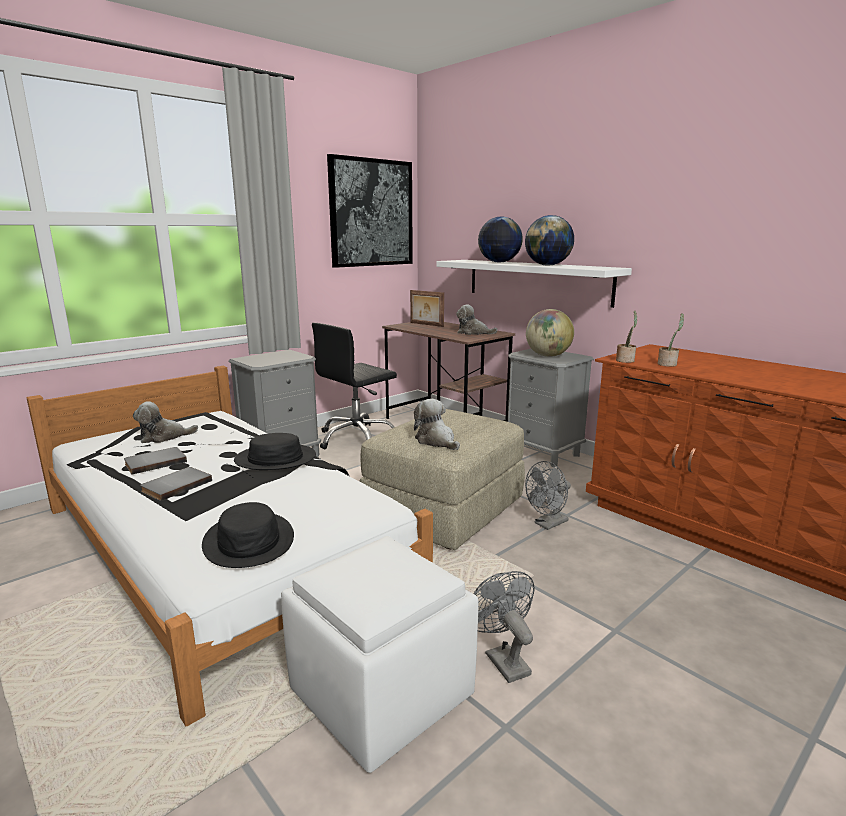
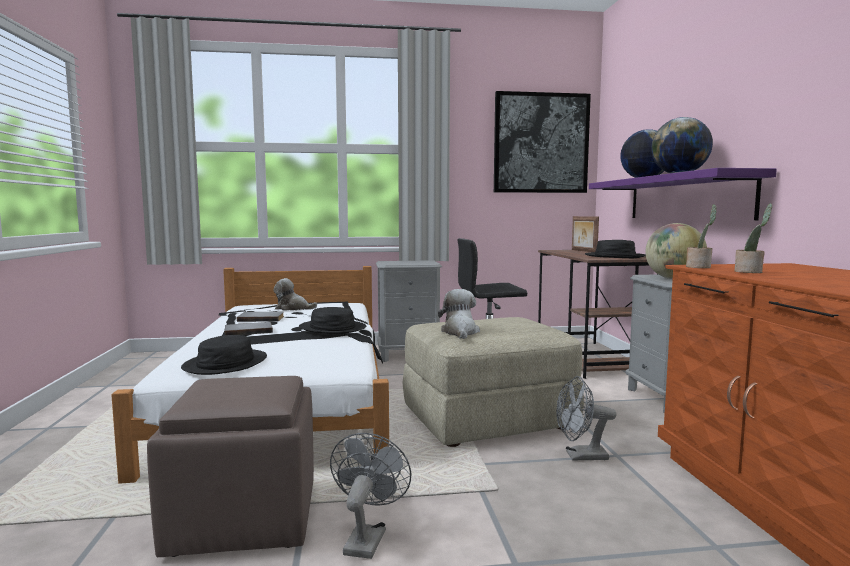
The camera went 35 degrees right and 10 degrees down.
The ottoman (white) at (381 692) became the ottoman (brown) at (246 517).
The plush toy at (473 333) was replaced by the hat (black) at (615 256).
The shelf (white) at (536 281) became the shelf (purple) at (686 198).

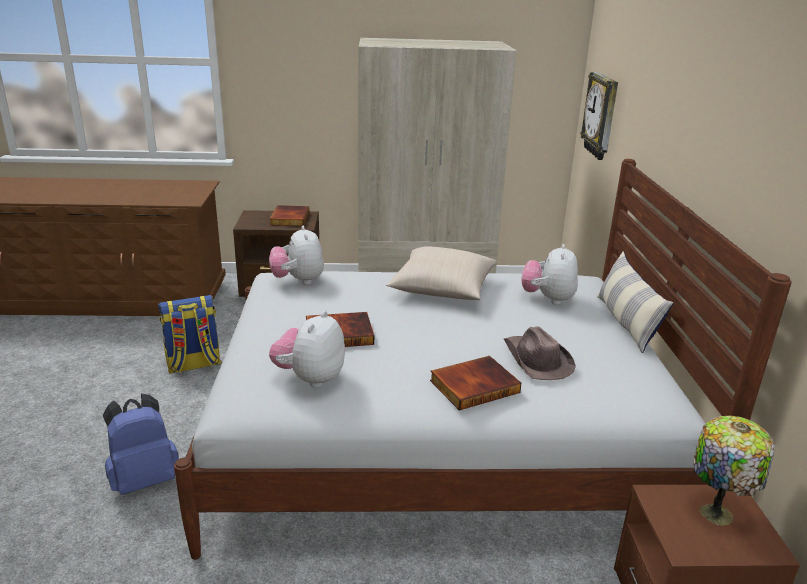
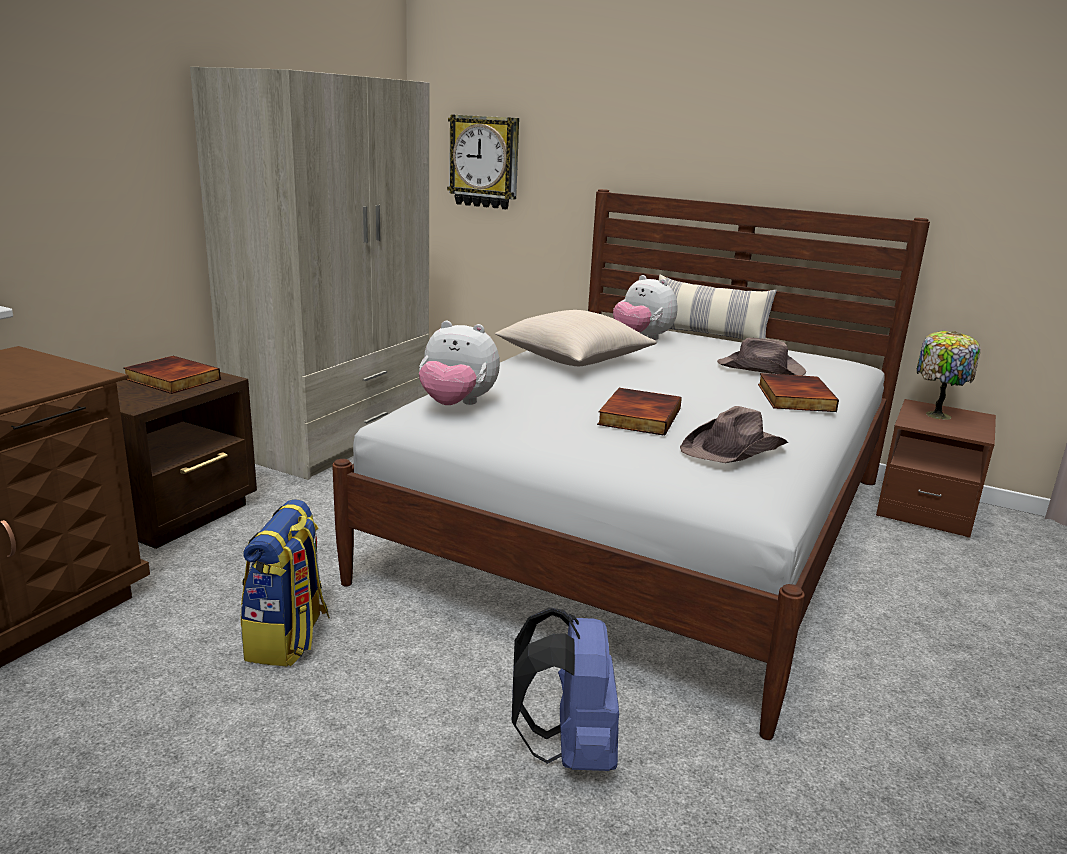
The camera went 60 degrees left and 5 degrees down.
The plush toy at (310 378) was replaced by the hat (brown) at (734 449).

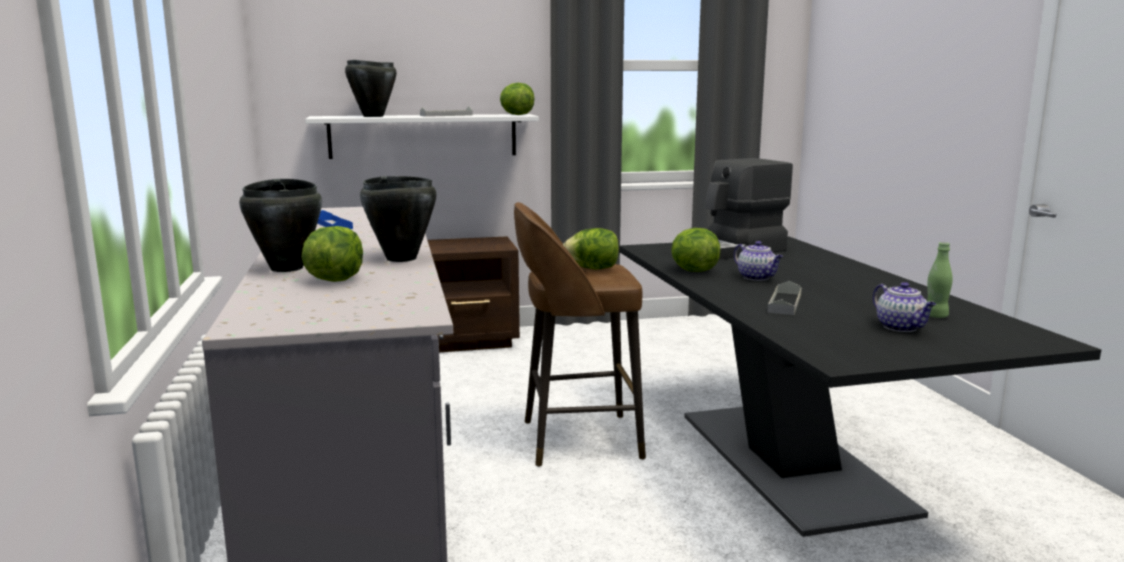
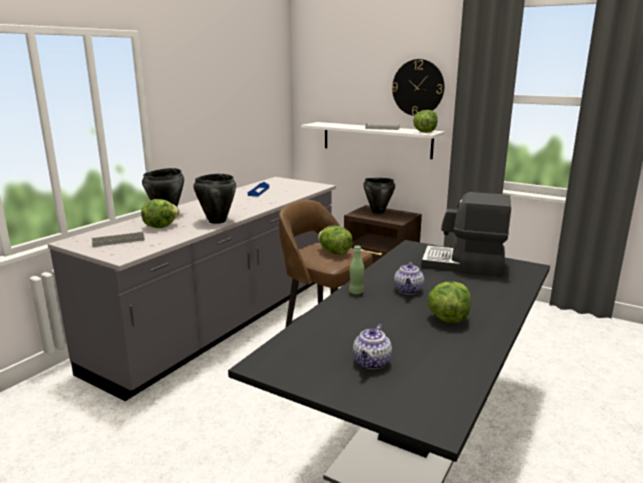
The camera went 45 degrees right and 5 degrees up.
The tray (grey) moved from (784 303) to (118 241).
The bottle (green) moved from (935 316) to (356 292).
The cooking pot (black) moved from (372 116) to (377 212).
The wall clock at (418 87) appeared.
The lettuce moved from (693 271) to (448 318).

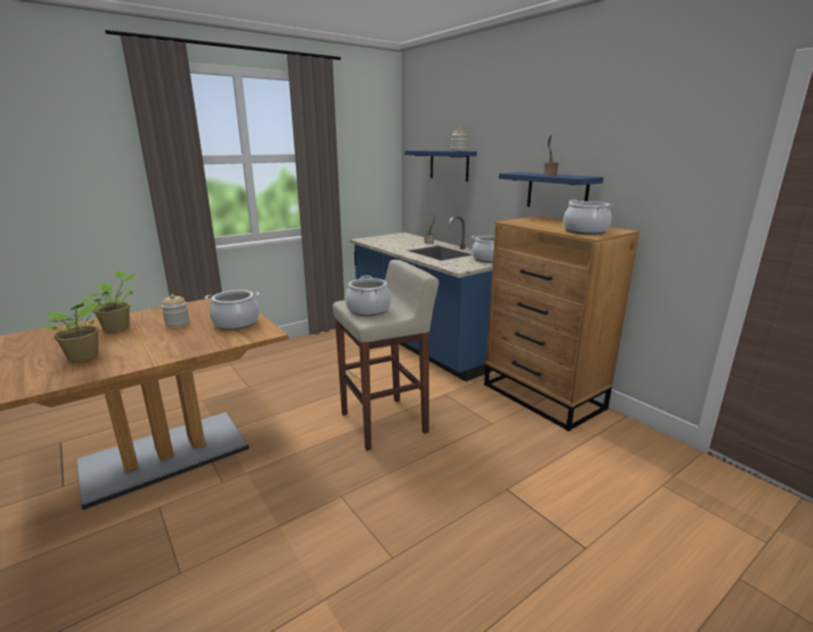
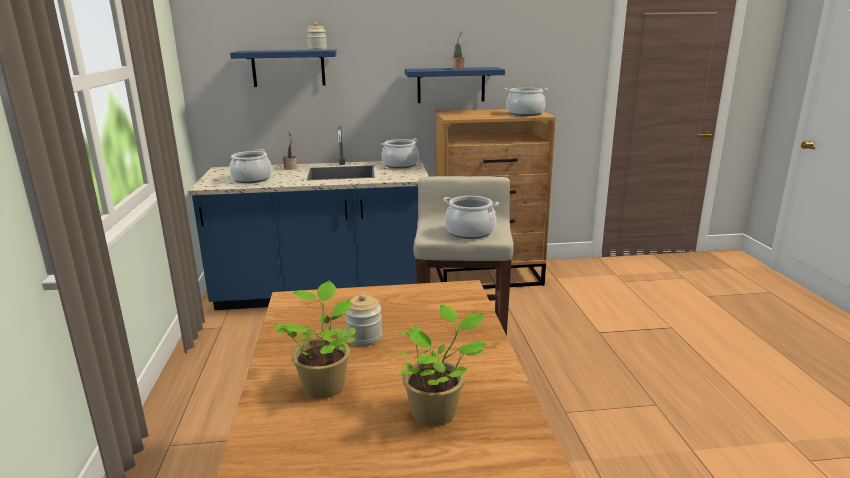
The camera went 60 degrees left and 0 degrees up.
The cooking pot moved from (236 323) to (252 179).

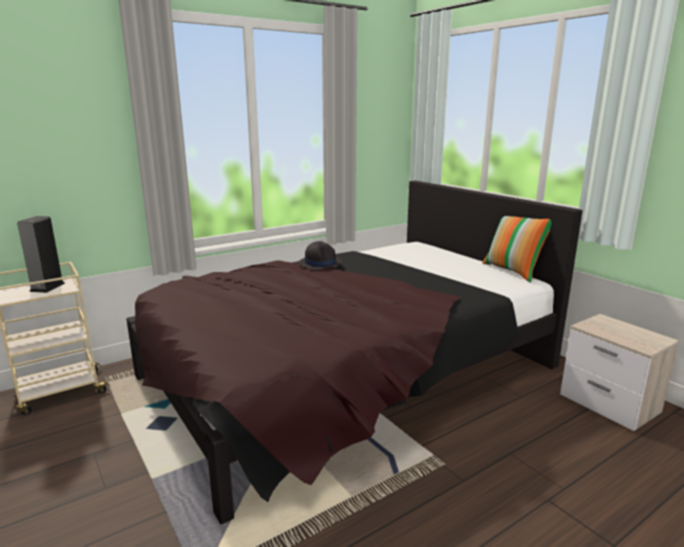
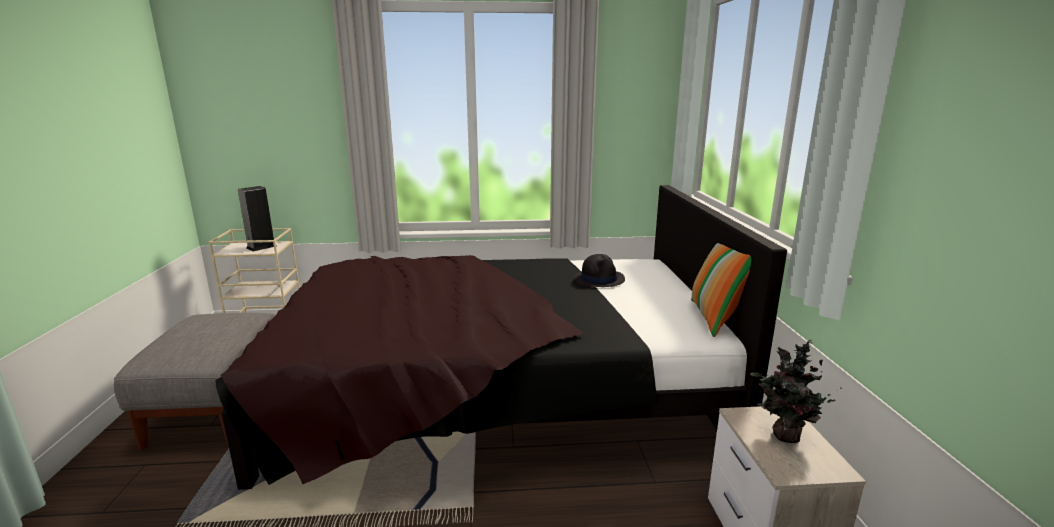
The camera went 30 degrees right and 0 degrees up.
The ottoman (grey) at (219 409) appeared.
The hat (black) moved from (320 263) to (599 279).
The potted plant at (783 436) appeared.

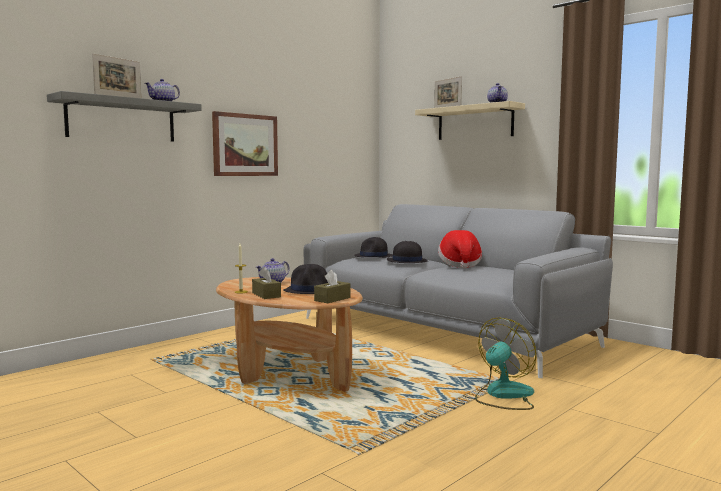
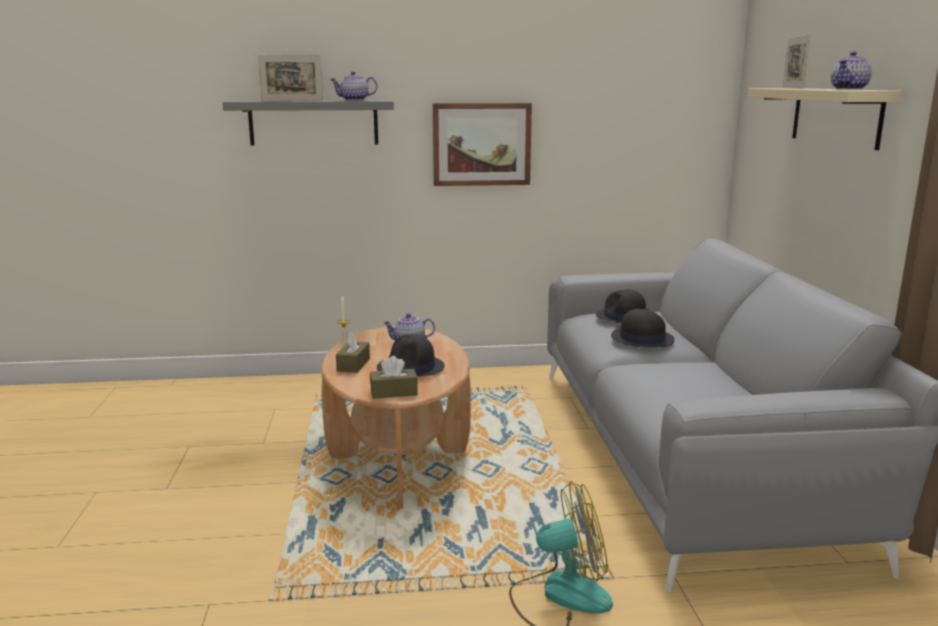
The camera went 40 degrees right and 10 degrees up.
The hat at (460 265) disappeared.

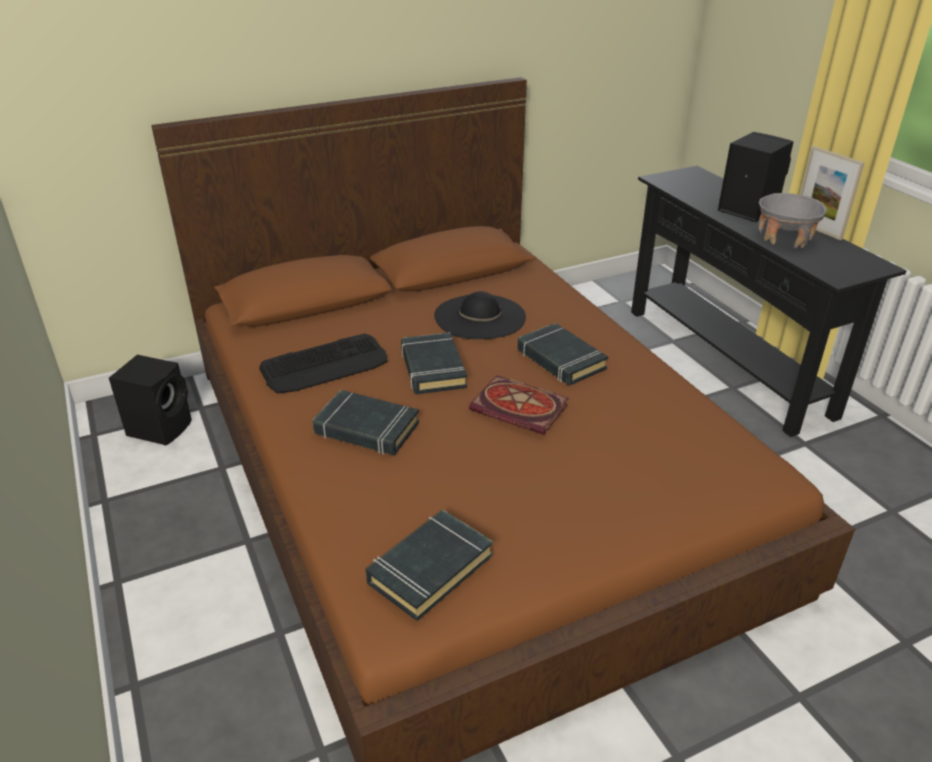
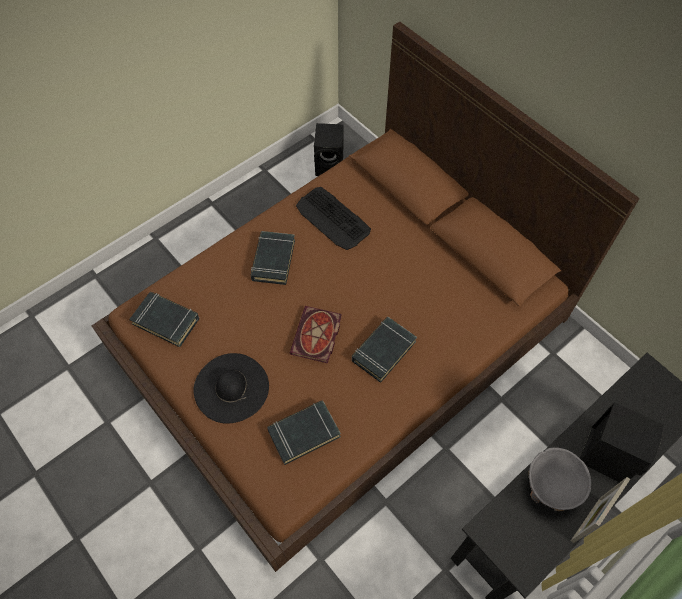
The camera went 75 degrees right and 25 degrees up.
The hat (black) moved from (479 317) to (231 387).
The book (black) moved from (432 369) to (303 433).

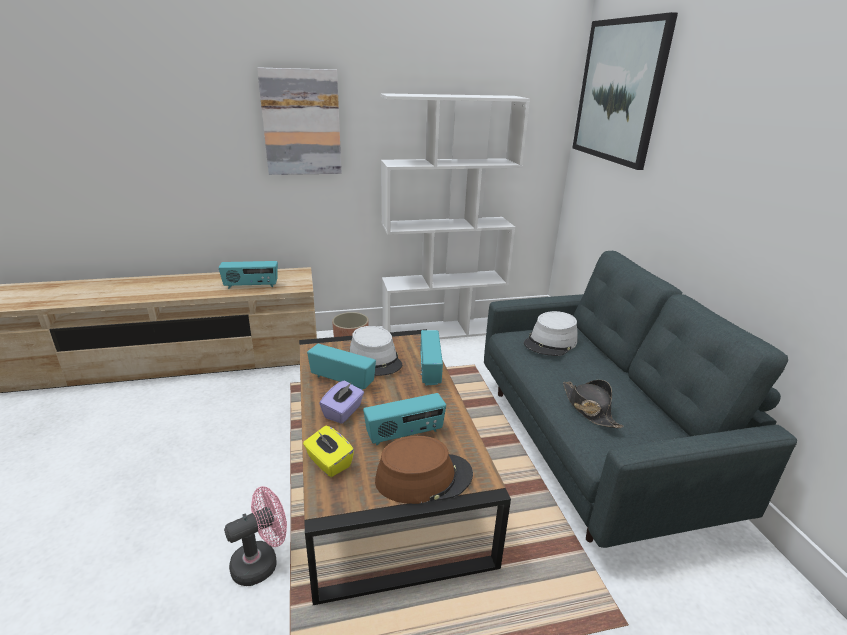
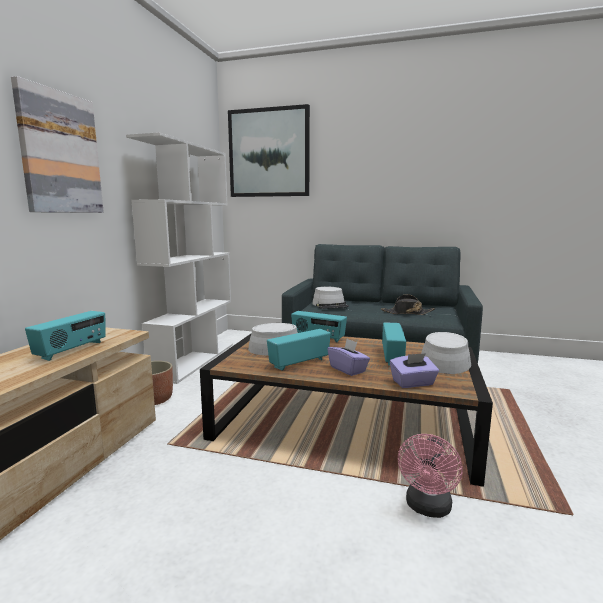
The camera went 60 degrees left and 15 degrees down.
The tissue box (yellow) at (329 462) became the tissue box (purple) at (413 383).
The fan (pink) at (261 562) turned 150 degrees counterclockwise.
The hat (brown) at (423 477) became the hat (grey) at (444 360).

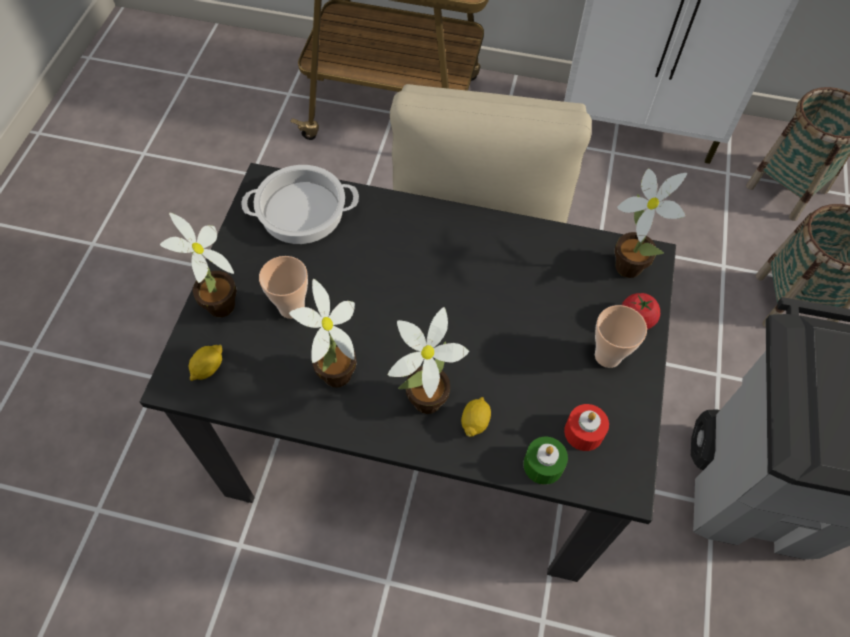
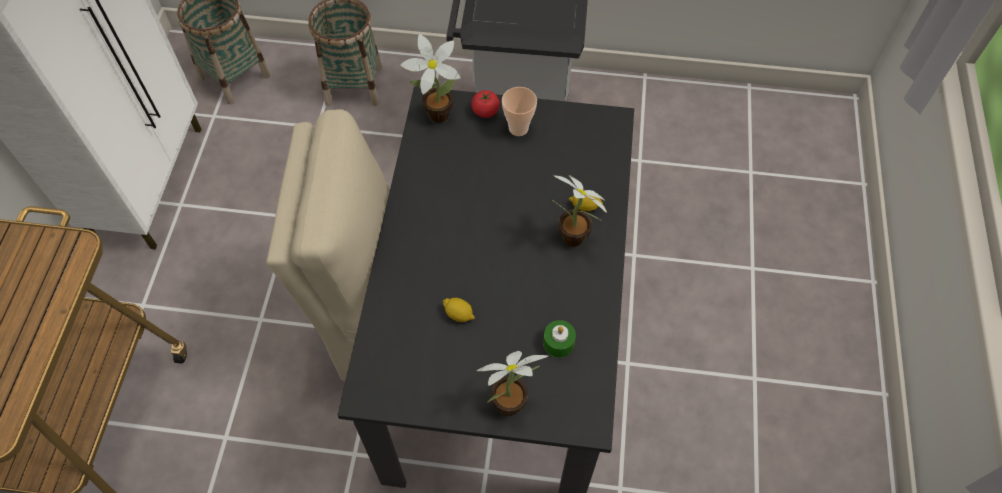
The camera went 95 degrees left and 0 degrees up.
The lemon moved from (208 368) to (459 314).
The candle (green) moved from (543 465) to (558 343).
The cooking pot at (301 212) disappeared.
The cup at (291 307) disappeared.
The potted plant at (334 379) disappeared.
The candle (red) at (583 432) disappeared.

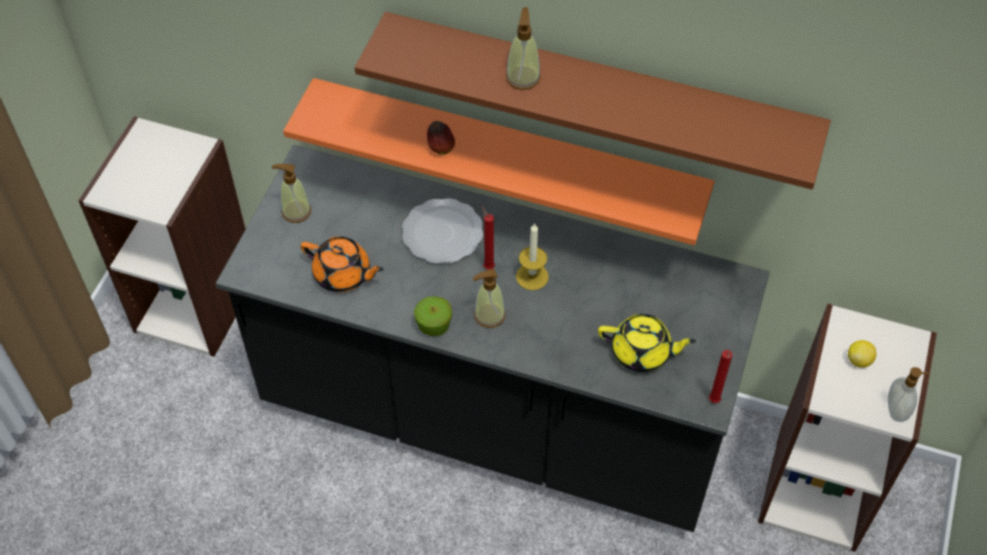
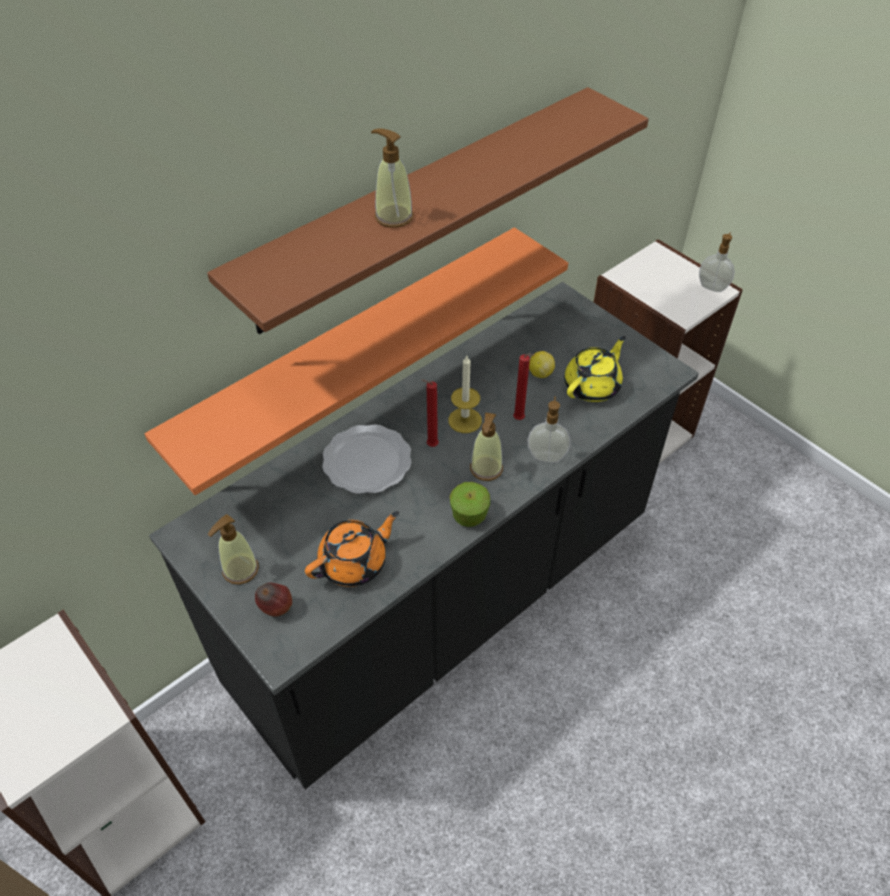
The camera went 60 degrees left and 5 degrees down.
The apple moved from (440 149) to (276 609).
The candle (red) moved from (714 402) to (520 420).
The soap dispenser at (547 456) appeared.
The lemon moved from (859 360) to (540 373).

